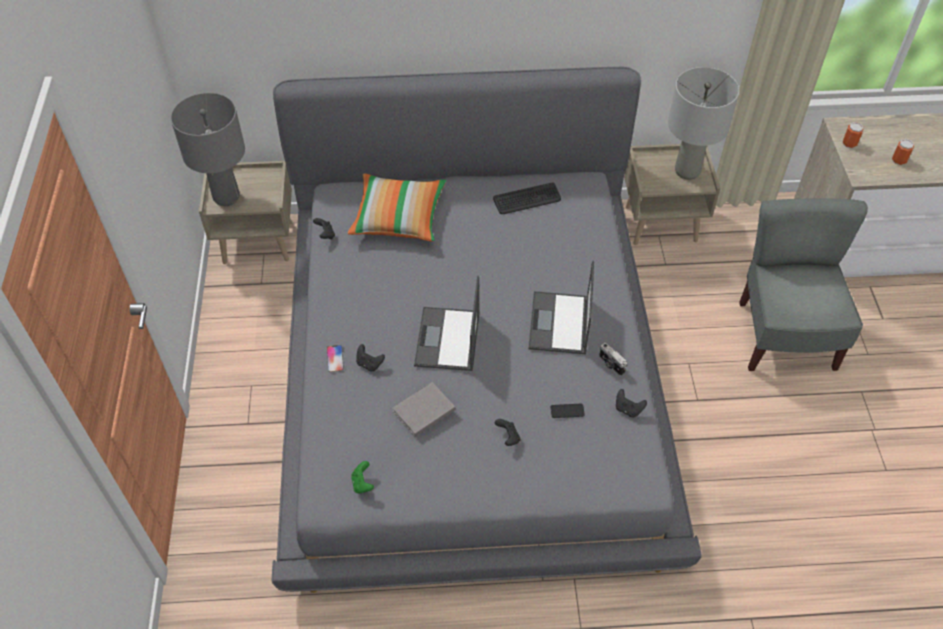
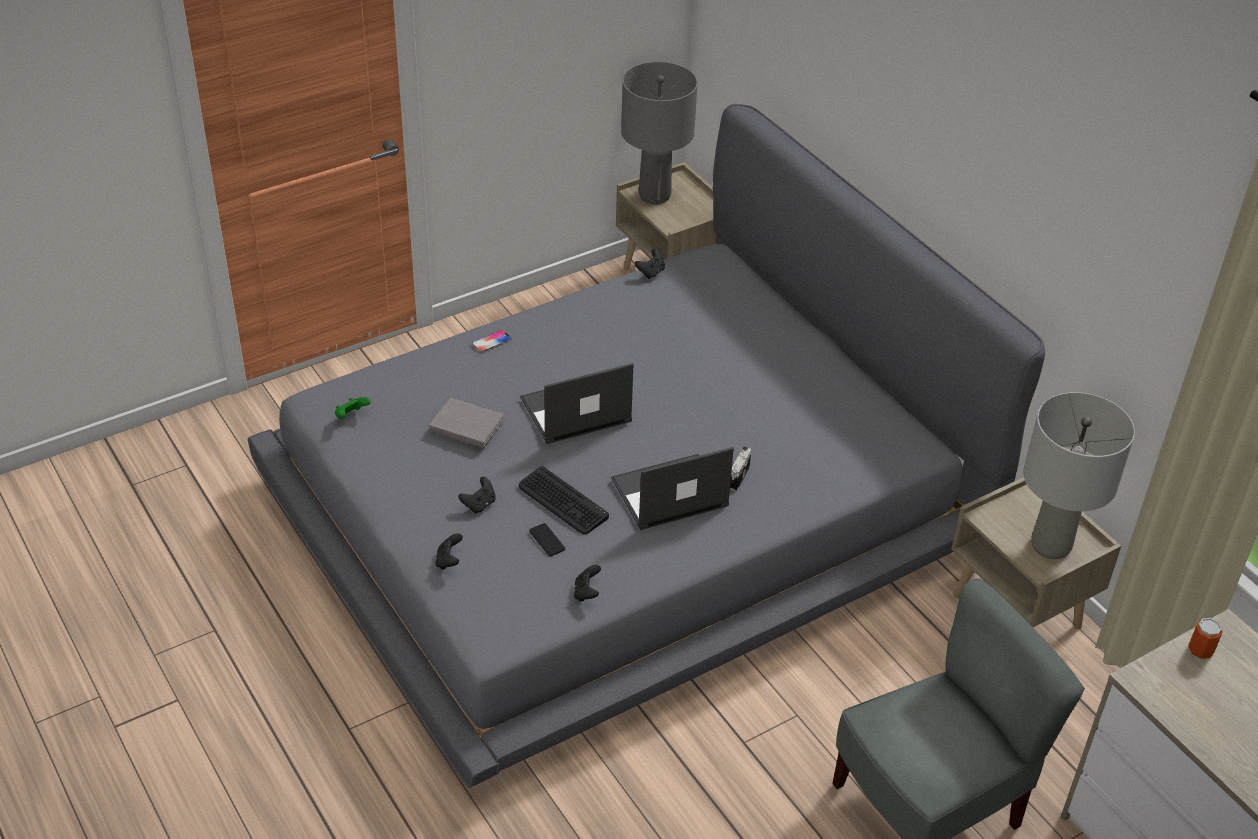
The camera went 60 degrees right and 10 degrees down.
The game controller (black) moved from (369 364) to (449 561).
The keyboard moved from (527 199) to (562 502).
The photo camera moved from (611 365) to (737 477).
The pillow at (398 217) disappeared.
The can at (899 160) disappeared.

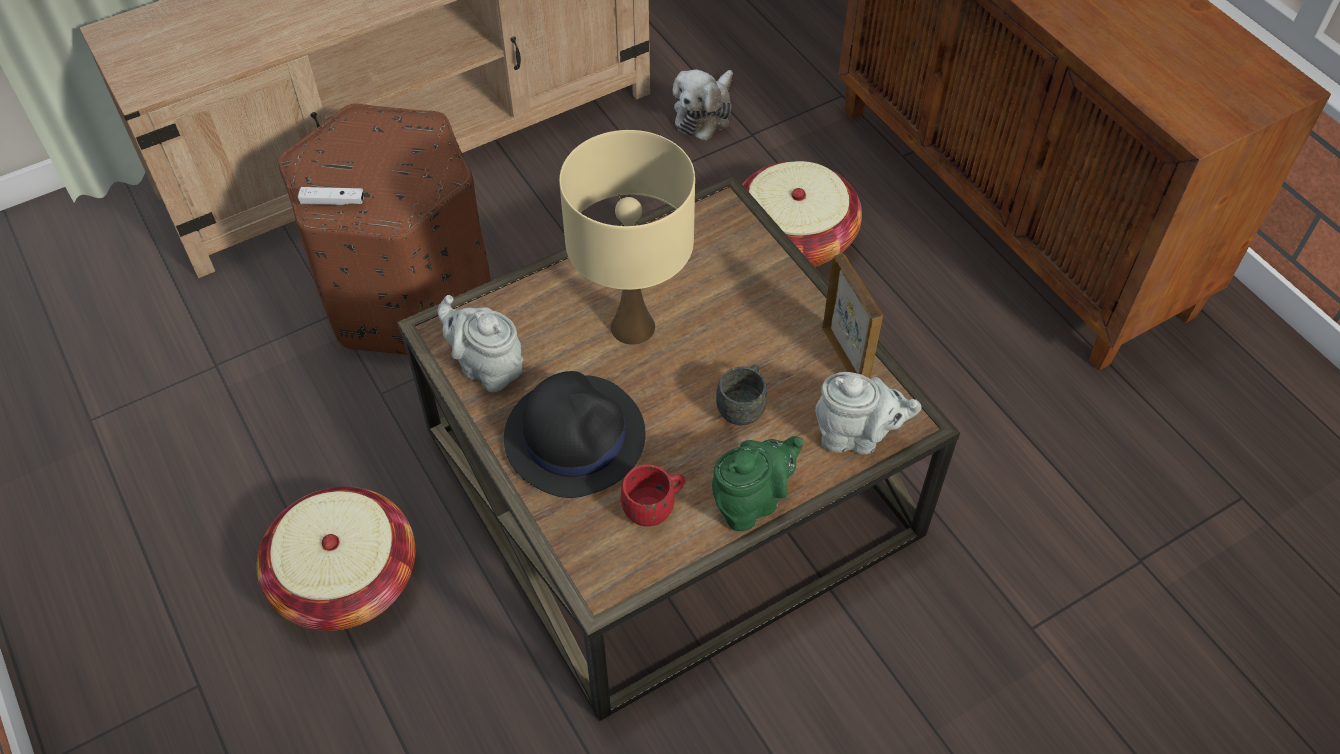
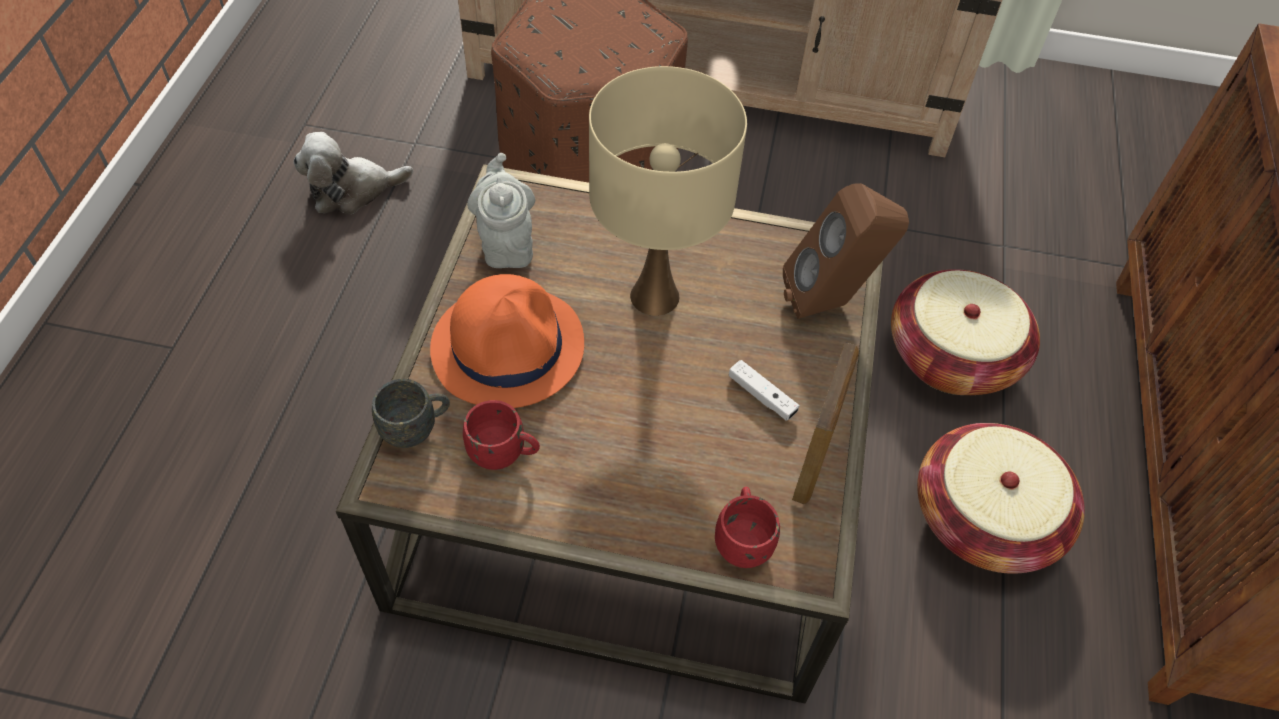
The camera went 40 degrees right and 0 degrees up.
The plush toy moved from (704 113) to (352 191).
The mug (grey) moved from (743 406) to (416 427).
The hat (black) at (574 435) became the hat (orange) at (508 346).
The teapot (grey) at (856 436) was replaced by the mug (red) at (742 538).
The game controller (white) moved from (332 201) to (762 396).
The speaker (brown) at (831 302) appeared.
The basket moved from (346 578) to (984 518).
The teapot (green) at (751 502) disappeared.

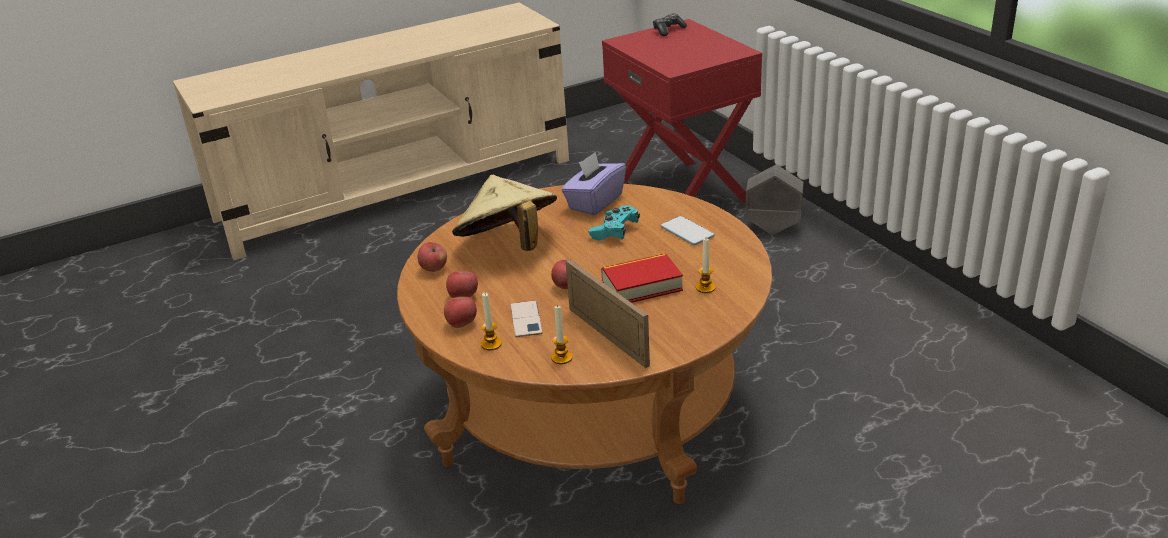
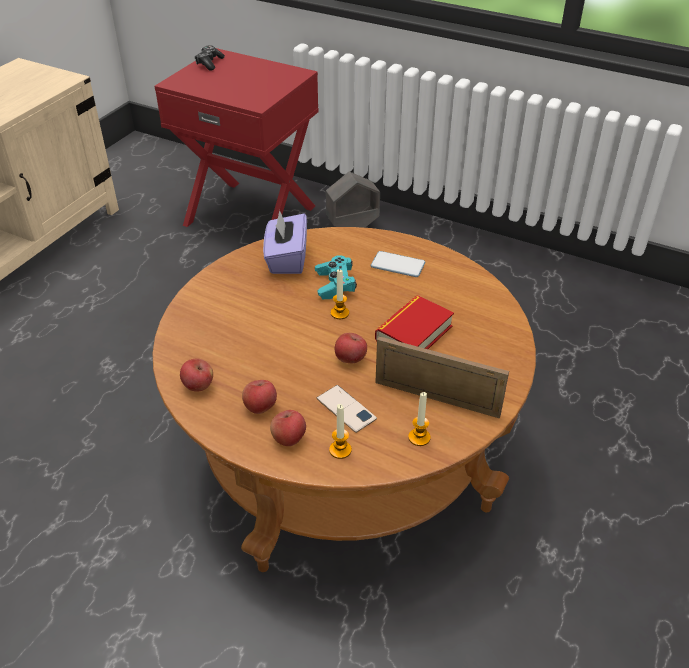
The camera went 35 degrees left and 10 degrees up.
The candle moved from (705 287) to (339 313).
The hat (beige) at (508 245) disappeared.

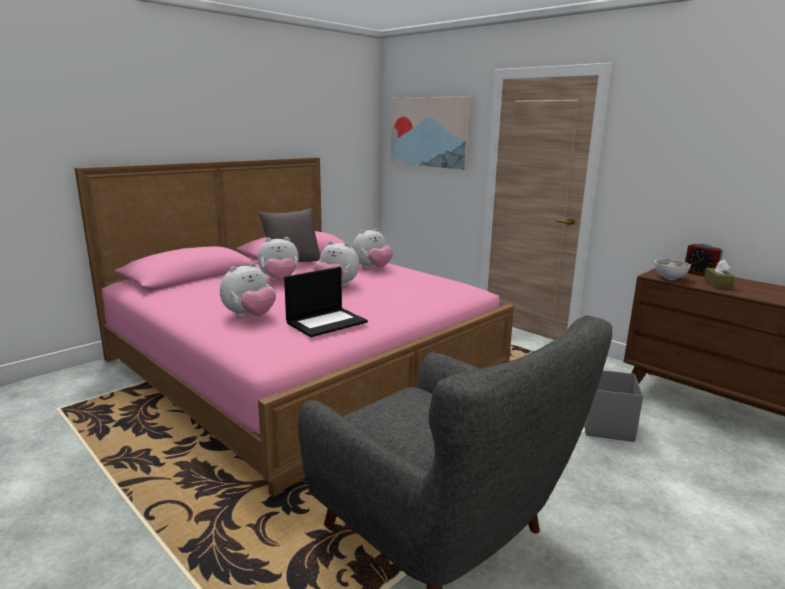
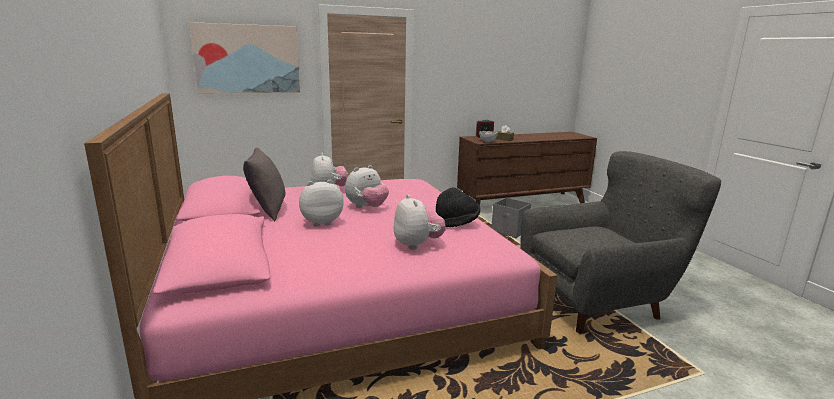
The camera went 65 degrees left and 0 degrees up.
The plush toy at (279 280) turned 120 degrees counterclockwise.
The laptop at (327 322) was replaced by the hat (black) at (456 223).

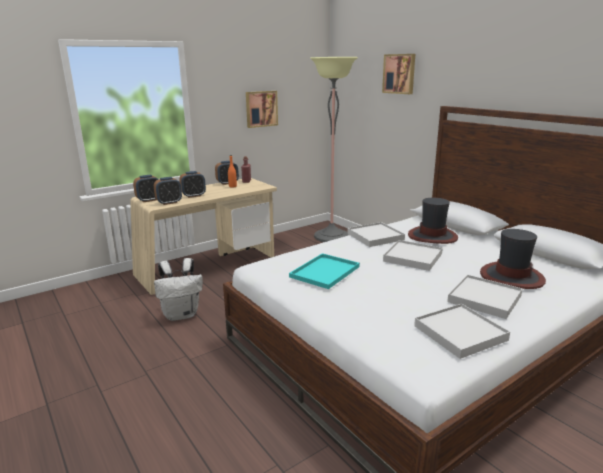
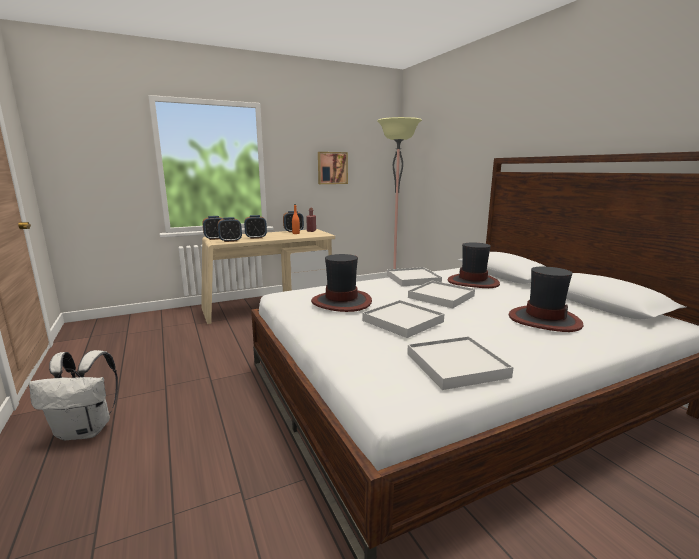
The camera went 10 degrees right and 5 degrees down.
The backpack (white) moved from (182 314) to (86 430).
The tray (turquoise) at (325 272) was replaced by the hat at (341 302).
The tray (white) moved from (484 299) to (403 321).
The picture at (399 74) disappeared.

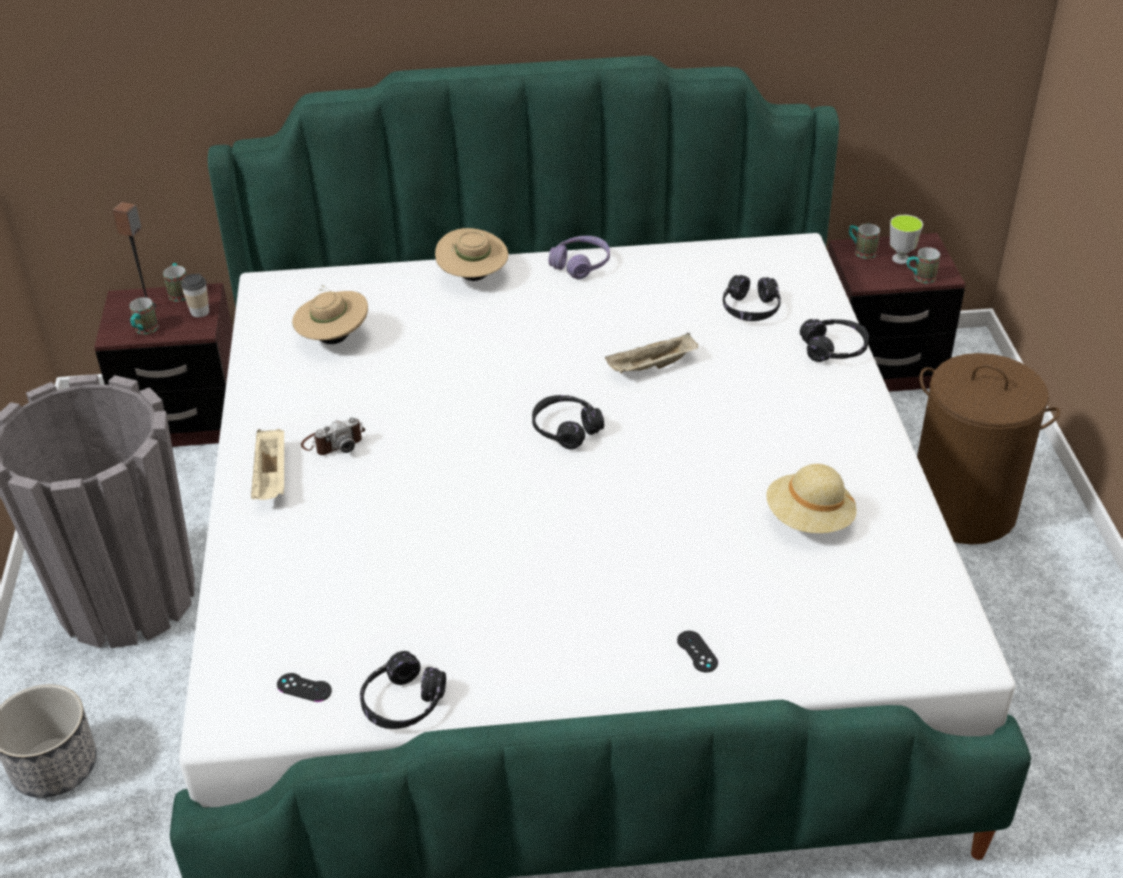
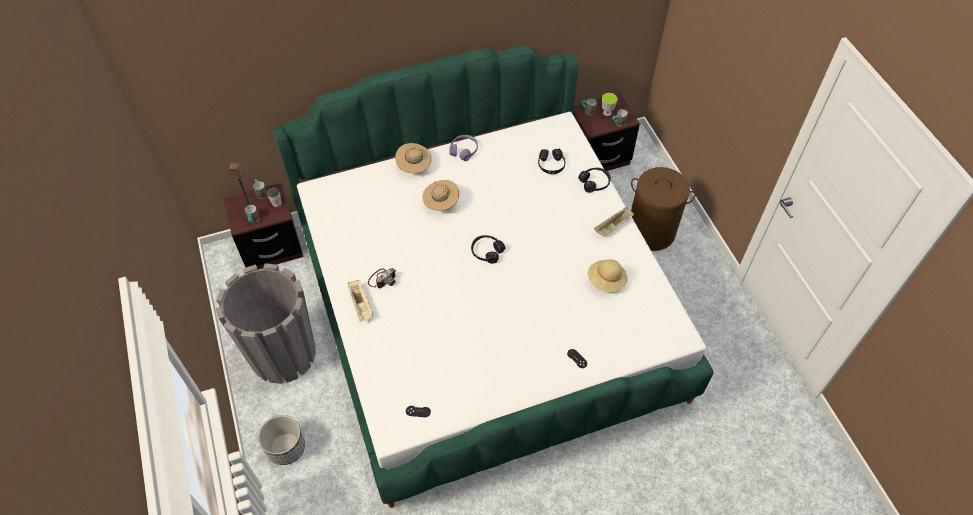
The camera went 15 degrees left and 15 degrees up.
The hat (beige) moved from (333 339) to (441 204).
The tray (beige) moved from (651 367) to (613 227).
The headphones (black) at (403 703) disappeared.

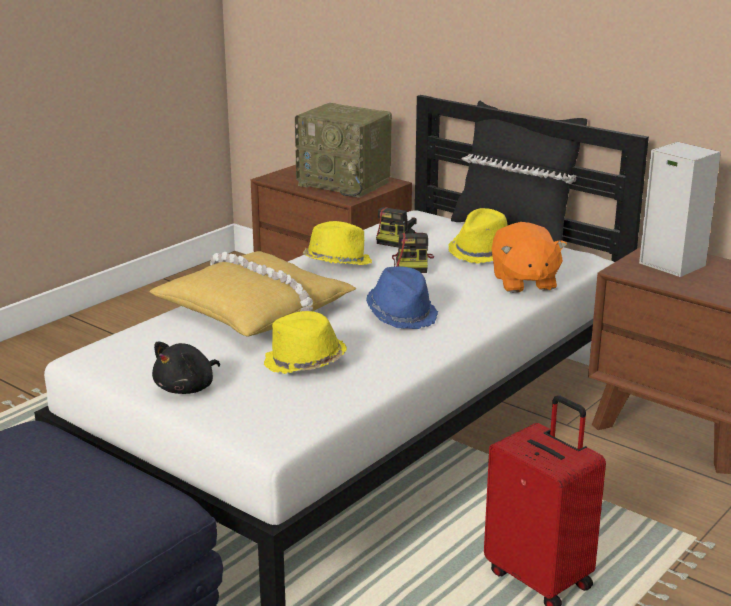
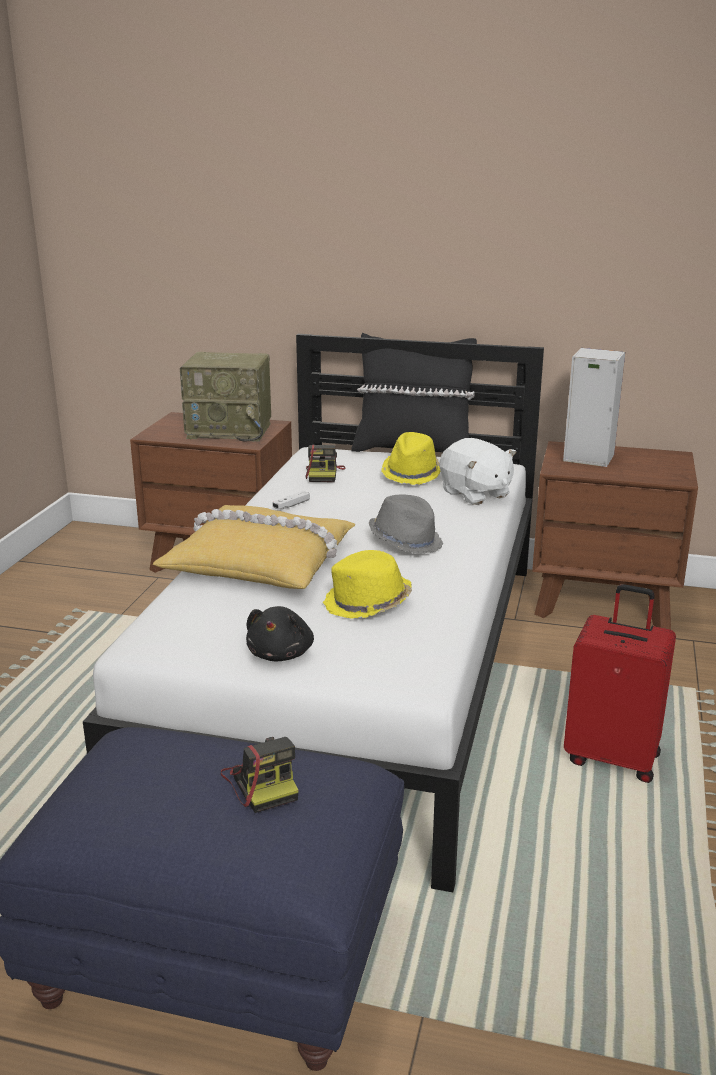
The camera went 25 degrees left and 0 degrees up.
The photo camera moved from (412 264) to (262 782).
The hat (yellow) at (336 263) was replaced by the game controller (white) at (291 505).
The hat (blue) at (402 314) became the hat (grey) at (406 541).
The plush toy (orange) at (523 282) became the plush toy (white) at (475 494).

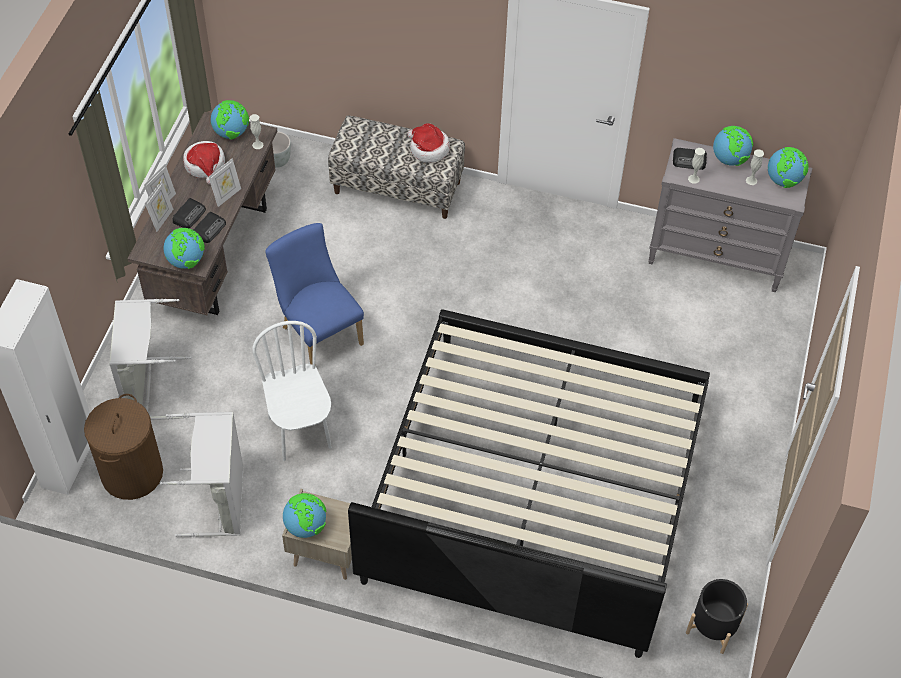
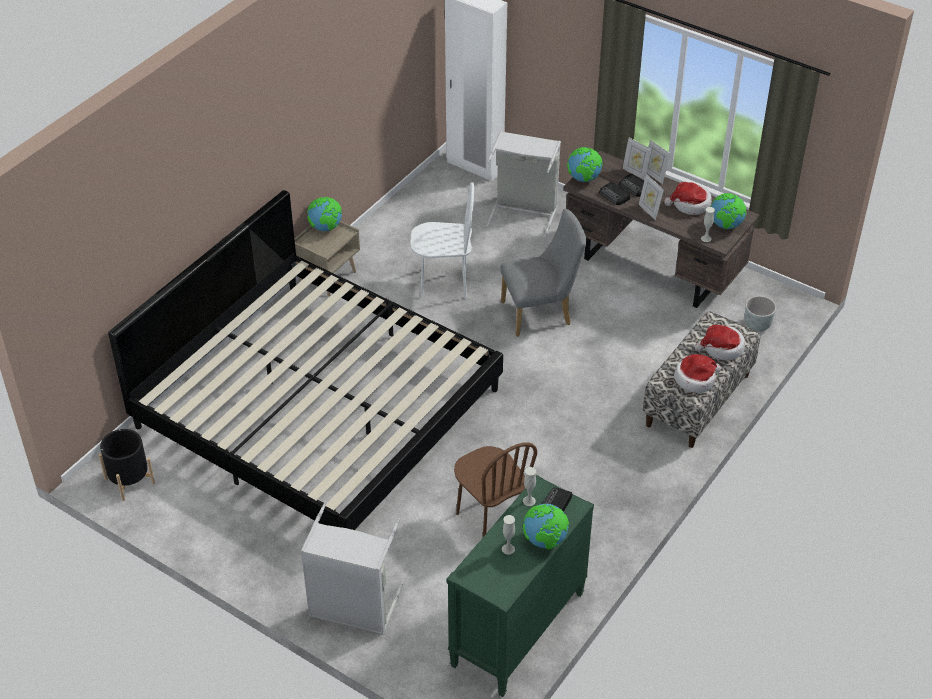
The camera went 110 degrees right and 10 degrees down.
The laundry basket (grey) moved from (220 502) to (353 609).
The dresser (grey) at (717 257) became the dresser (green) at (518 630).
The chair (brown) at (490 521) appeared.
The chair (blue) at (318 332) became the chair (grey) at (541 313).
The hat at (722 348) appeared.
The laundry basket (brown) at (132 473) disappeared.
The globe at (784 181) disappeared.

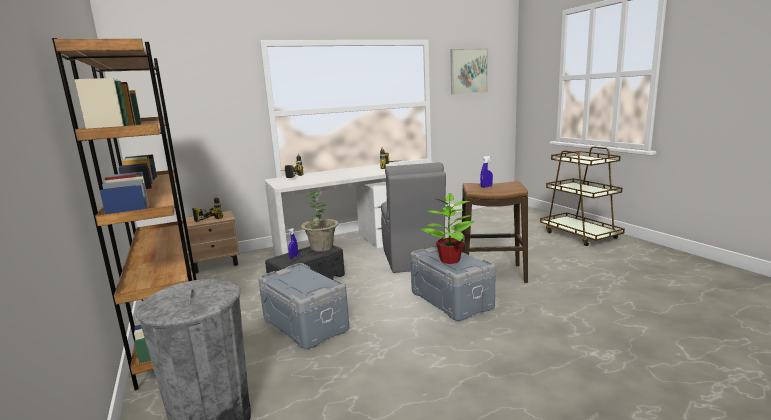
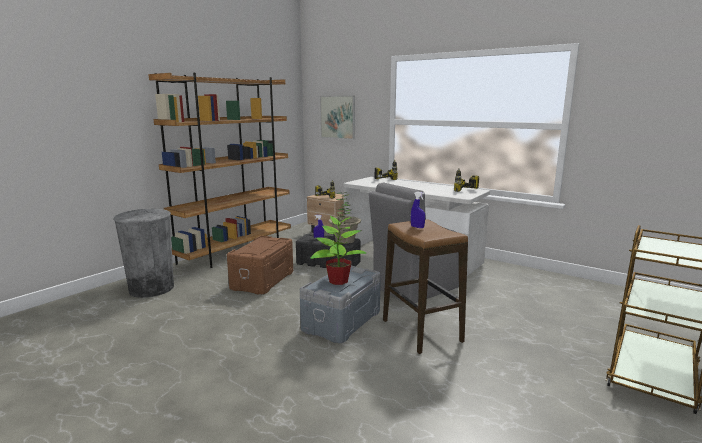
The camera went 60 degrees right and 0 degrees up.
The storage box (grey) at (306 324) became the storage box (brown) at (263 280).
The picture moved from (469 71) to (337 117).

